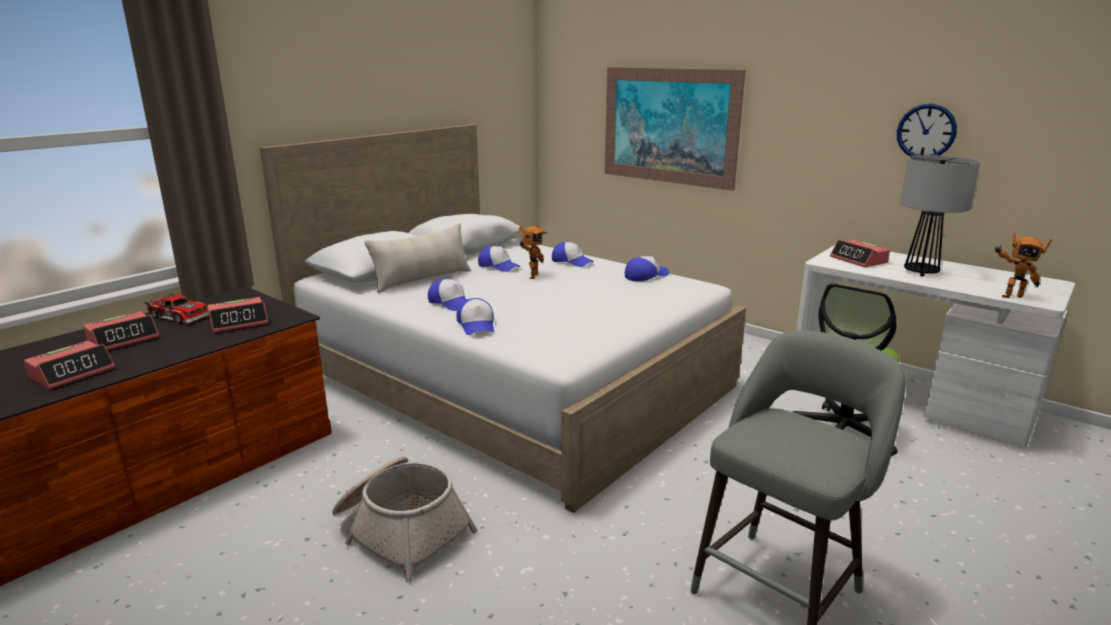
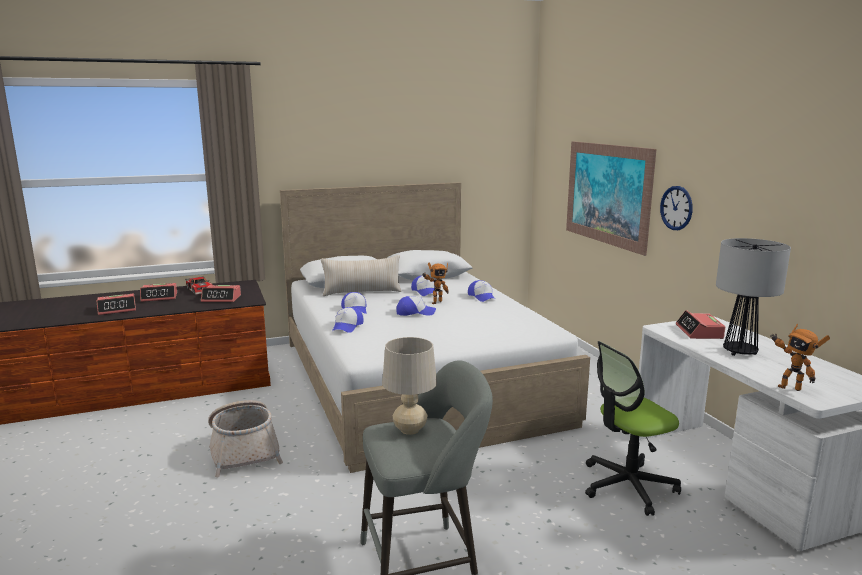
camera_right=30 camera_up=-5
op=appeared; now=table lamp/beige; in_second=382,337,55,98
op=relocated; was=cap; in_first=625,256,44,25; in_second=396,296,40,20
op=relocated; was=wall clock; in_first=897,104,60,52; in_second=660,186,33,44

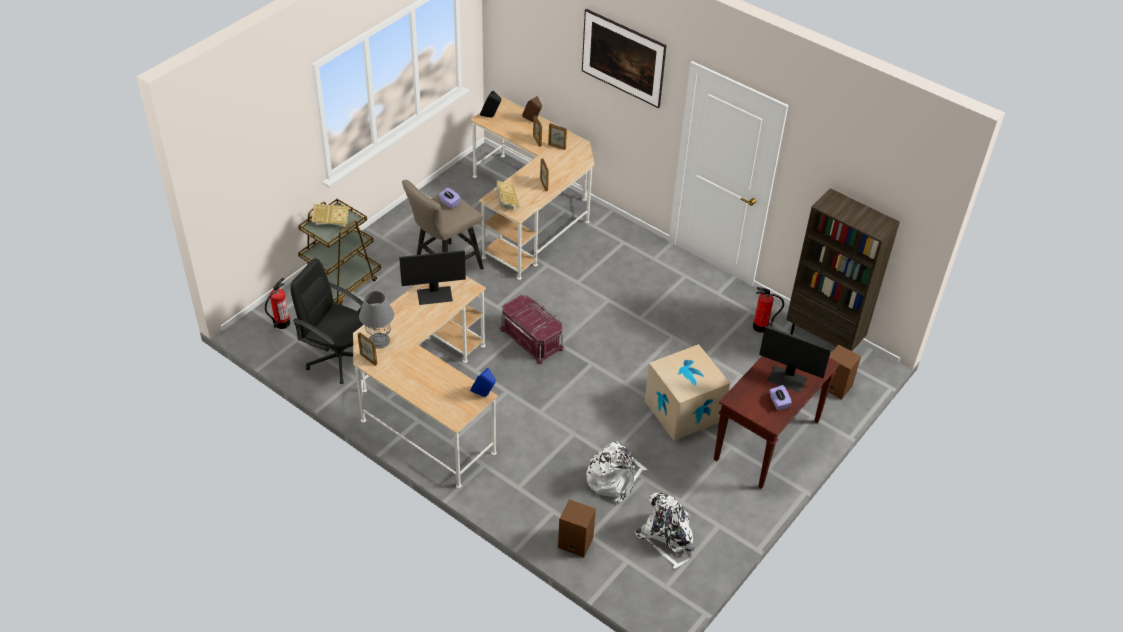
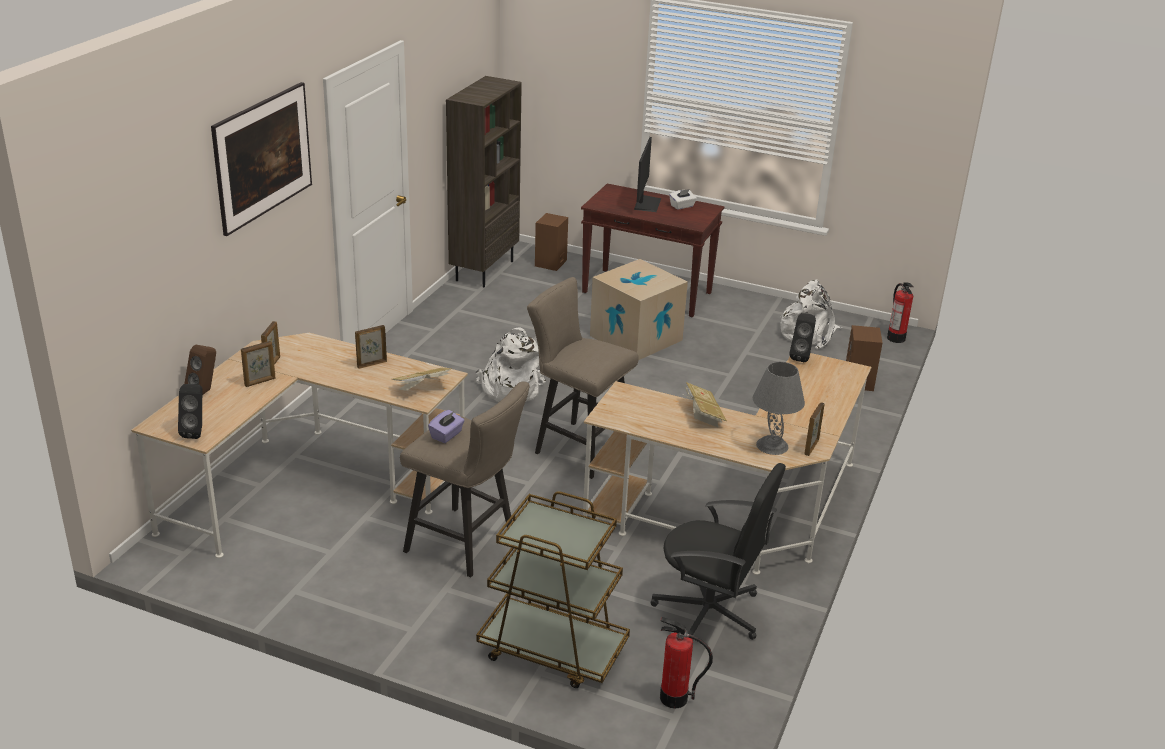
camera_right=-105 camera_up=-15
op=missing; was=monitor; in_first=399,250,67,55
op=relocated; was=book; in_first=311,204,38,23; in_second=684,382,43,45
op=relocated; was=backpack/white; in_first=586,441,62,62; in_second=476,328,70,74
op=relocated; was=fire extinguisher; in_first=753,287,31,46; in_second=887,282,27,61
op=exchanged; was=storage box/red; now=stool/beige; in_first=499,295,66,70; in_second=527,277,112,202
op=colour; was=speaker/blue; now=speaker/black; in_first=470,368,26,29; in_second=789,313,27,49
op=colour; was=tissue box/purple; now=tissue box/white; in_first=769,385,23,25; in_second=669,189,28,21
op=spun; was=office chair/black; in_first=290,258,73,126; in_second=651,463,135,177; clockwise=-75

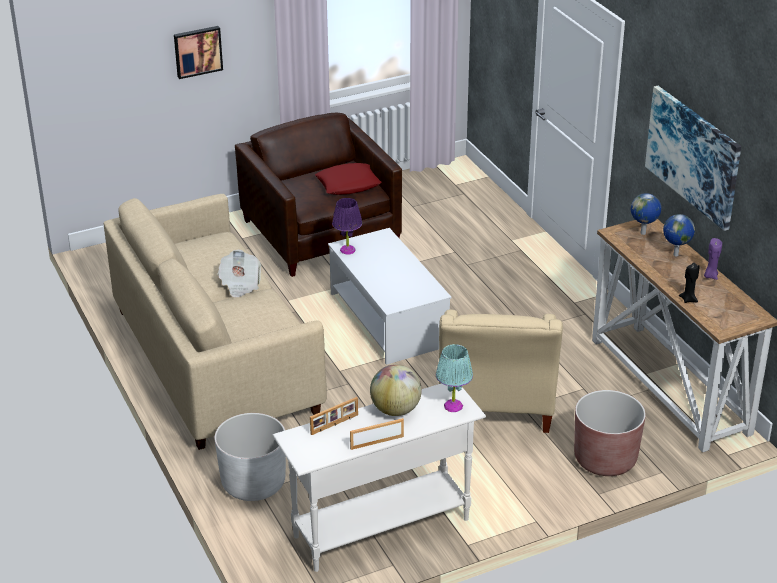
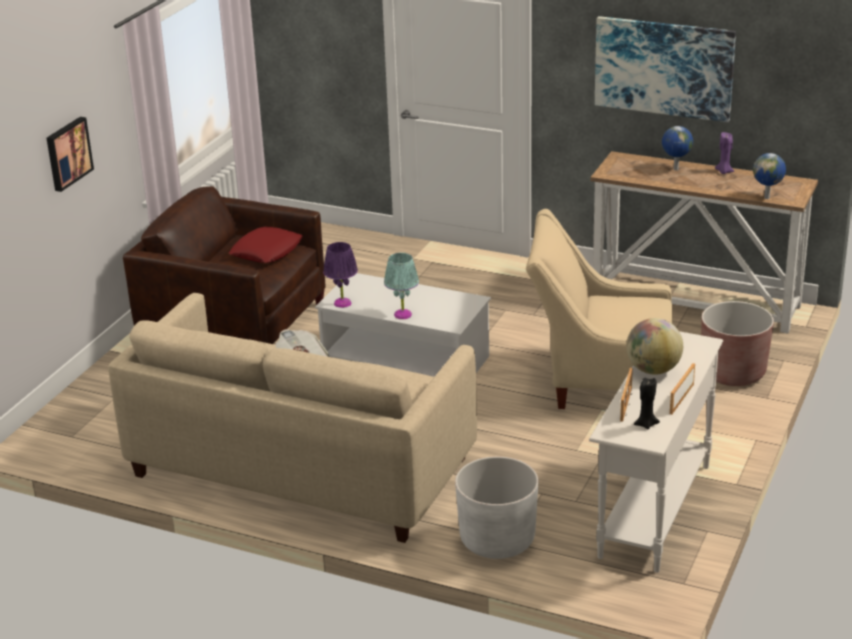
camera_right=-40 camera_up=-5
op=relocated; was=table lamp/turquoise; in_first=436,344,37,68; in_second=384,253,35,66
op=relocated; was=globe; in_first=631,193,30,42; in_second=753,153,33,46
op=relocated; was=candle/black; in_first=679,263,20,40; in_second=634,378,26,51
op=spun; was=armchair/beige; in_first=439,309,124,124; in_second=526,209,147,200; clockwise=135

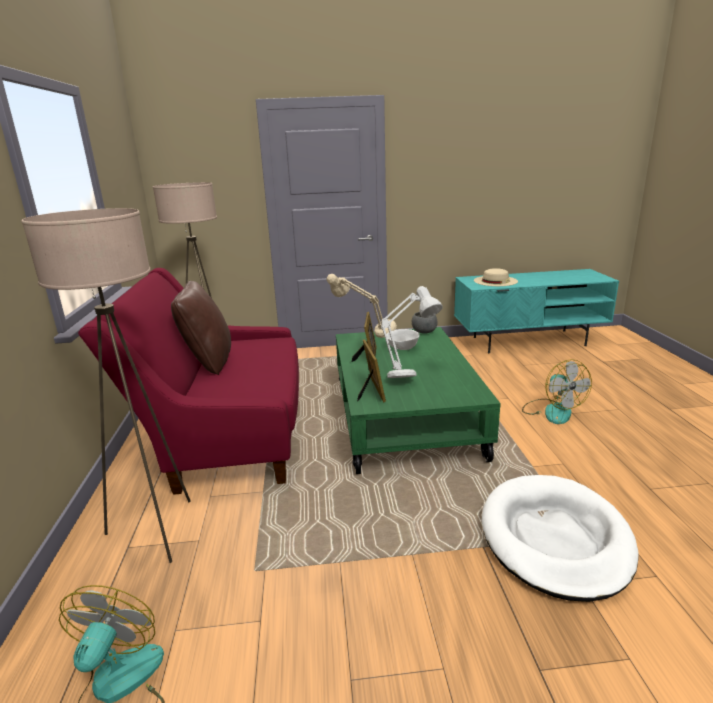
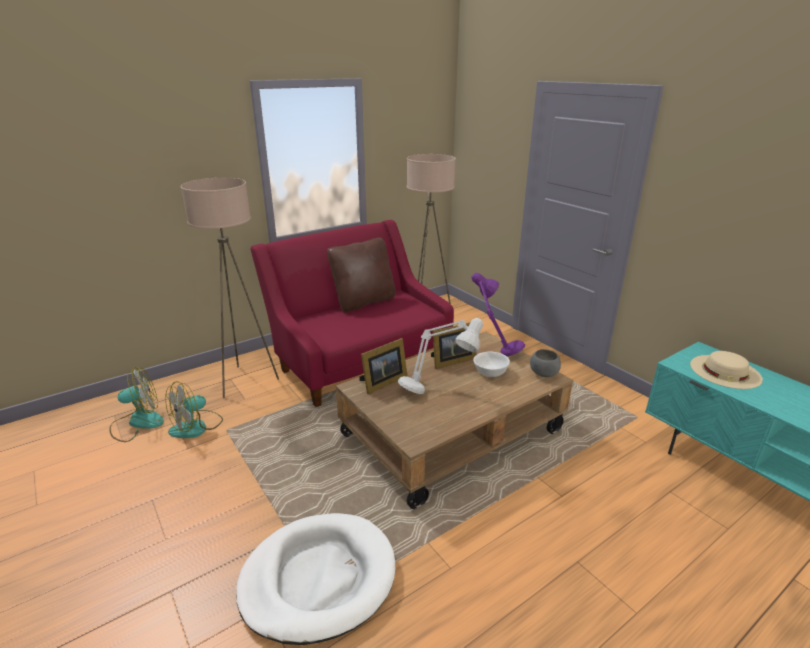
camera_right=60 camera_up=5
op=relocated; was=fan; in_first=522,359,70,65; in_second=165,381,58,57
op=colour; was=table lamp/beige; now=table lamp/purple; in_first=327,274,70,64; in_second=472,273,53,83
op=colour; was=coffee table/green; now=coffee table/brown; in_first=336,327,165,147; in_second=336,332,237,177

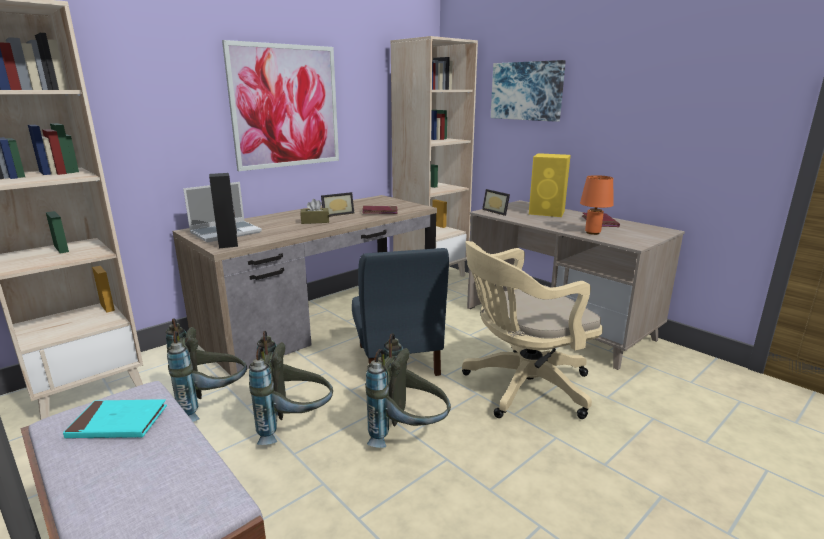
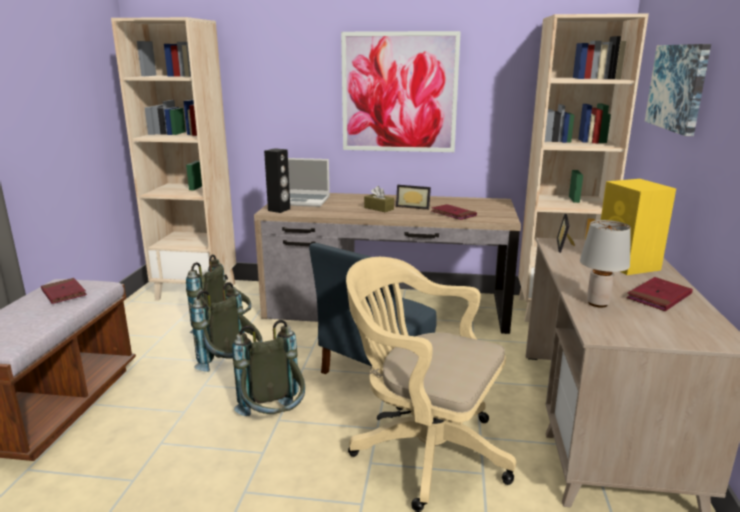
camera_right=50 camera_up=0
op=colour; was=book/turquoise; now=book/red; in_first=63,399,104,40; in_second=41,278,46,26
op=colour; was=table lamp/orange; now=table lamp/grey; in_first=580,175,33,60; in_second=580,220,51,88

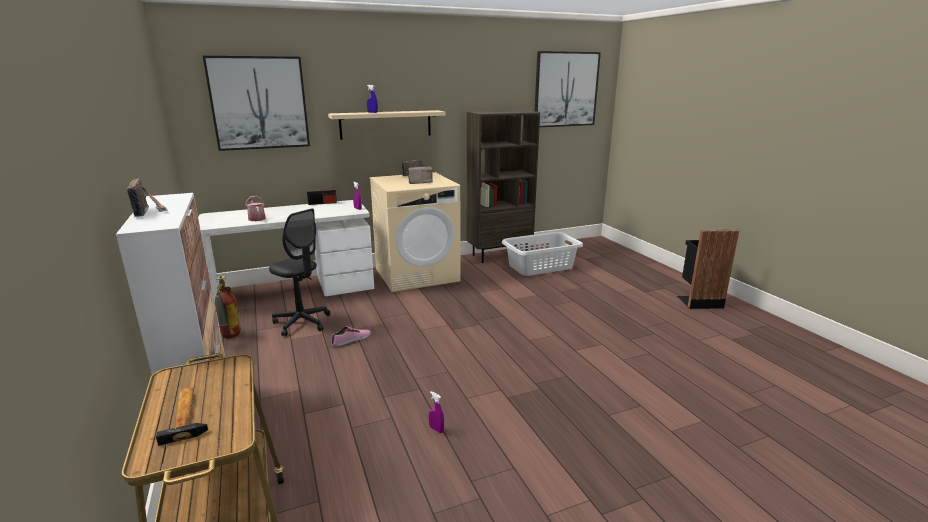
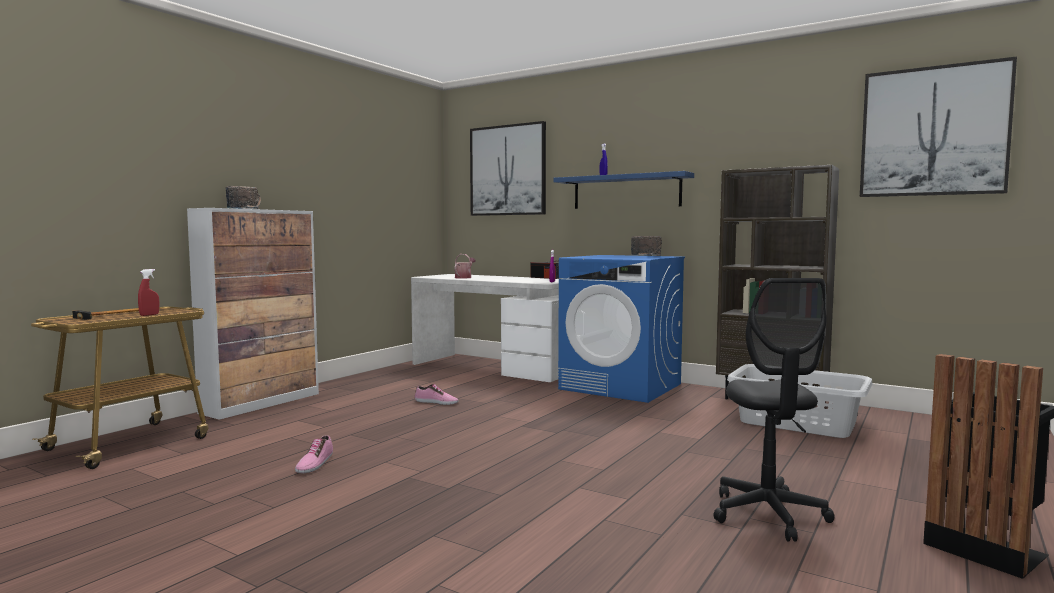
camera_right=55 camera_up=-15
op=missing; was=fire extinguisher; in_first=215,276,26,62
op=missing; was=radio; in_first=408,167,25,17
op=appeared; now=spray bottle/red; in_second=138,269,21,47
op=relocated; was=office chair/black; in_first=269,208,61,128; in_second=714,278,121,264
op=exchanged; was=spray bottle/purple; now=shoe; in_first=429,391,15,42; in_second=295,435,38,38
op=colour; was=shelf/beige; now=shelf/blue; in_first=328,110,118,30; in_second=553,171,141,38
op=colour; was=washing machine/beige; now=washing machine/blue; in_first=370,172,91,120; in_second=558,255,127,148

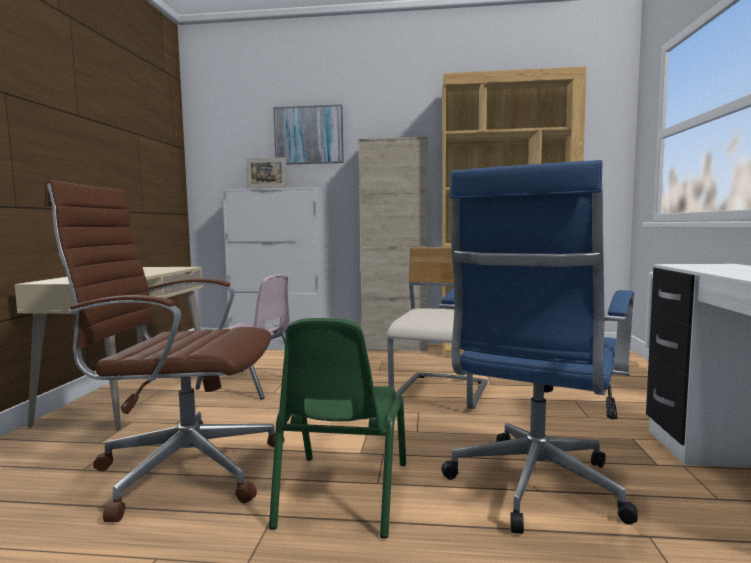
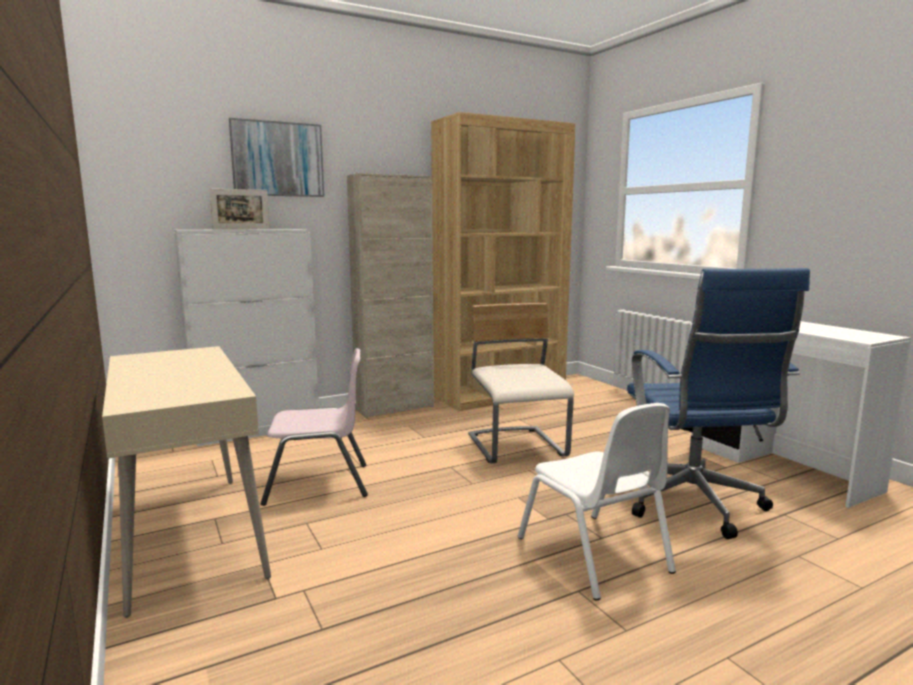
camera_right=-35 camera_up=5
op=missing; was=office chair/brown; in_first=44,180,240,342
op=colour; was=chair/green; now=chair/white; in_first=269,318,137,221; in_second=518,403,158,197

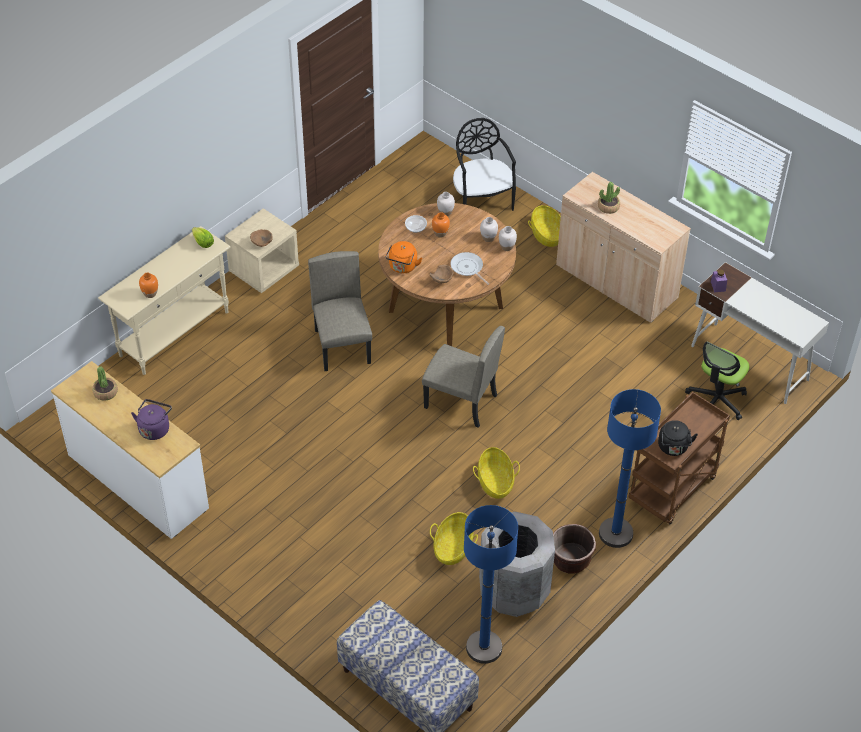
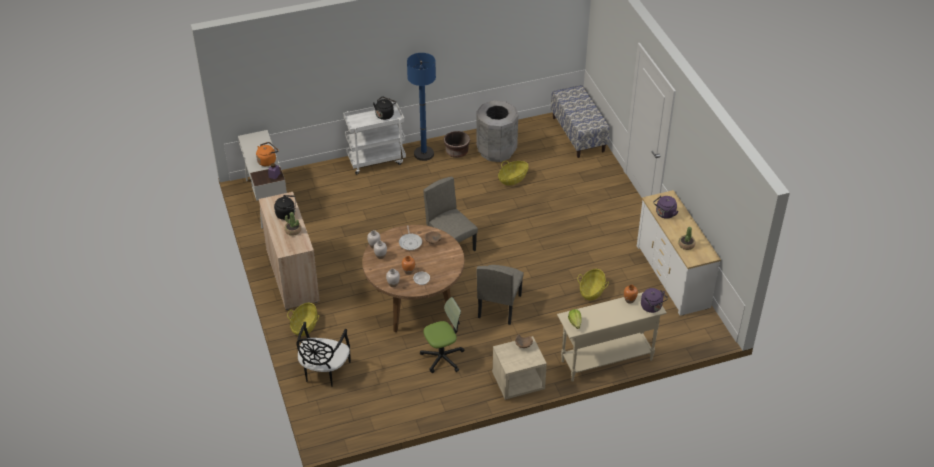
camera_right=-150 camera_up=-5
op=missing; was=floor lamp/blue; in_first=464,505,54,159
op=appeared; now=kettle/black; in_second=274,195,22,25
op=appeared; now=kettle/purple; in_second=641,288,27,25
op=relocated; was=kettle/orange; in_first=385,241,37,32; in_second=256,142,23,24
op=relocated; was=basket; in_first=473,447,47,52; in_second=577,269,32,31
op=relocated; was=office chair; in_first=685,341,64,79; in_second=420,297,44,76
op=colour; was=cart/brown; now=cart/white; in_first=628,392,102,132; in_second=343,102,63,73

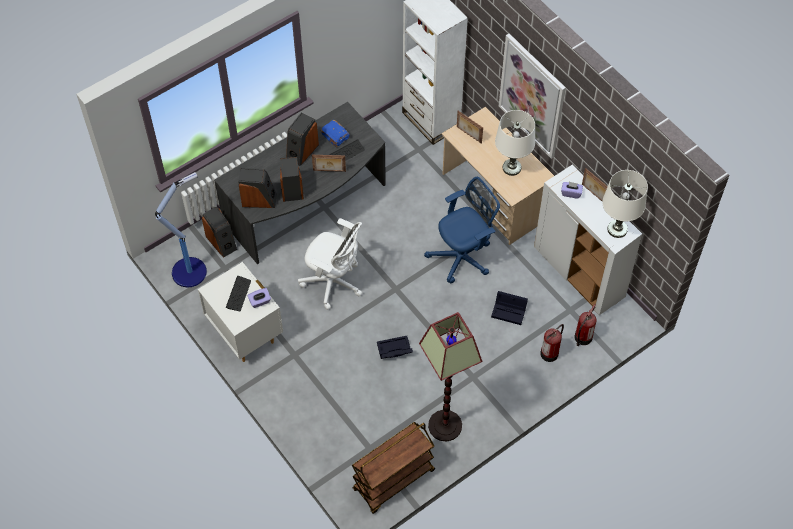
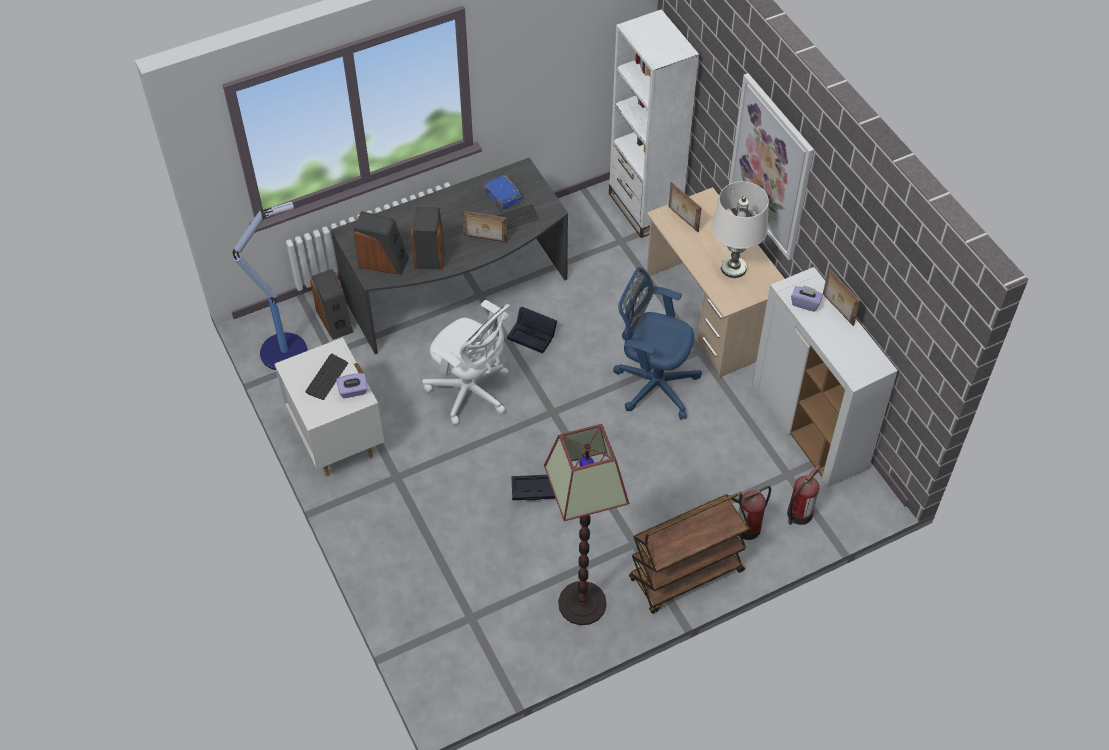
camera_right=10 camera_up=-5
op=missing; was=speaker; in_first=286,113,33,53
op=missing; was=table lamp/white; in_first=602,170,46,68
op=relocated; was=cart/brown; in_first=352,422,83,92; in_second=629,492,121,122
op=relocated; was=storage box/black; in_first=491,291,37,34; in_second=507,307,50,47
op=spun; was=office chair/blue; in_first=424,177,76,106; in_second=613,267,89,153; clockwise=-135

